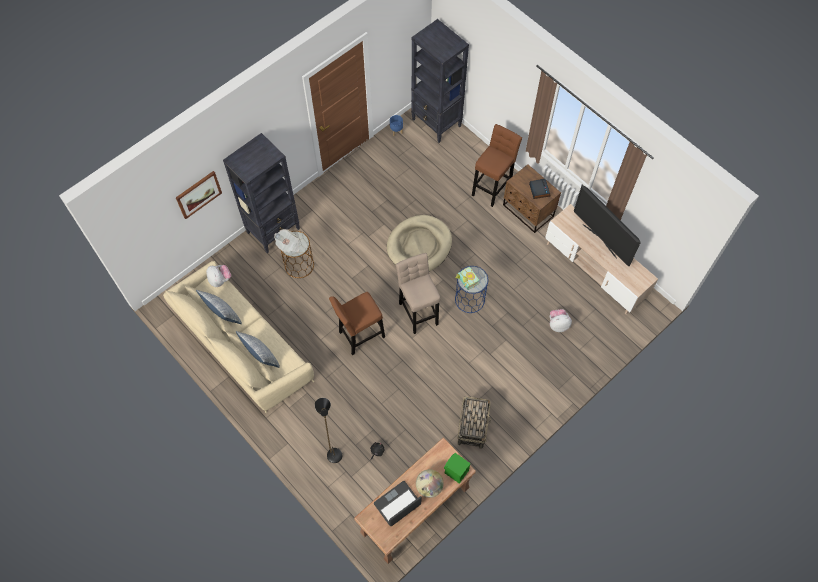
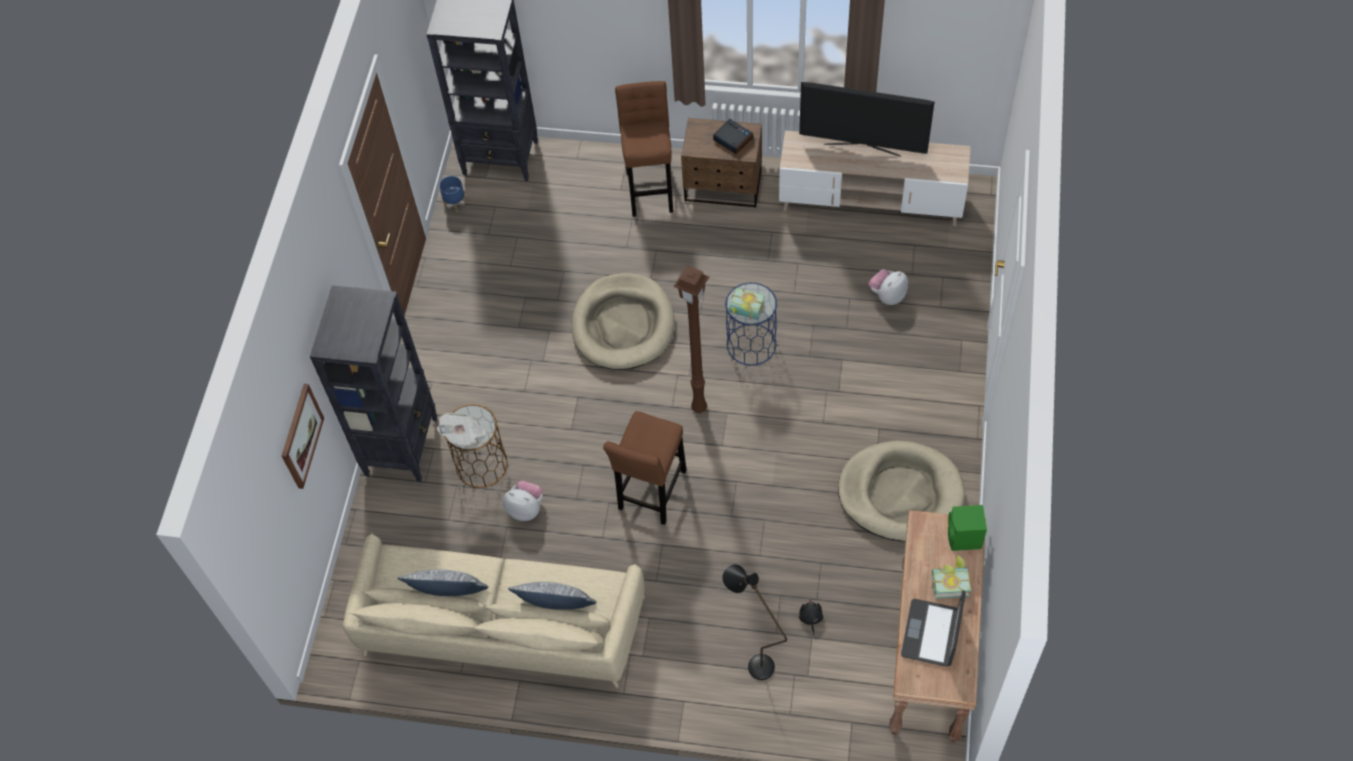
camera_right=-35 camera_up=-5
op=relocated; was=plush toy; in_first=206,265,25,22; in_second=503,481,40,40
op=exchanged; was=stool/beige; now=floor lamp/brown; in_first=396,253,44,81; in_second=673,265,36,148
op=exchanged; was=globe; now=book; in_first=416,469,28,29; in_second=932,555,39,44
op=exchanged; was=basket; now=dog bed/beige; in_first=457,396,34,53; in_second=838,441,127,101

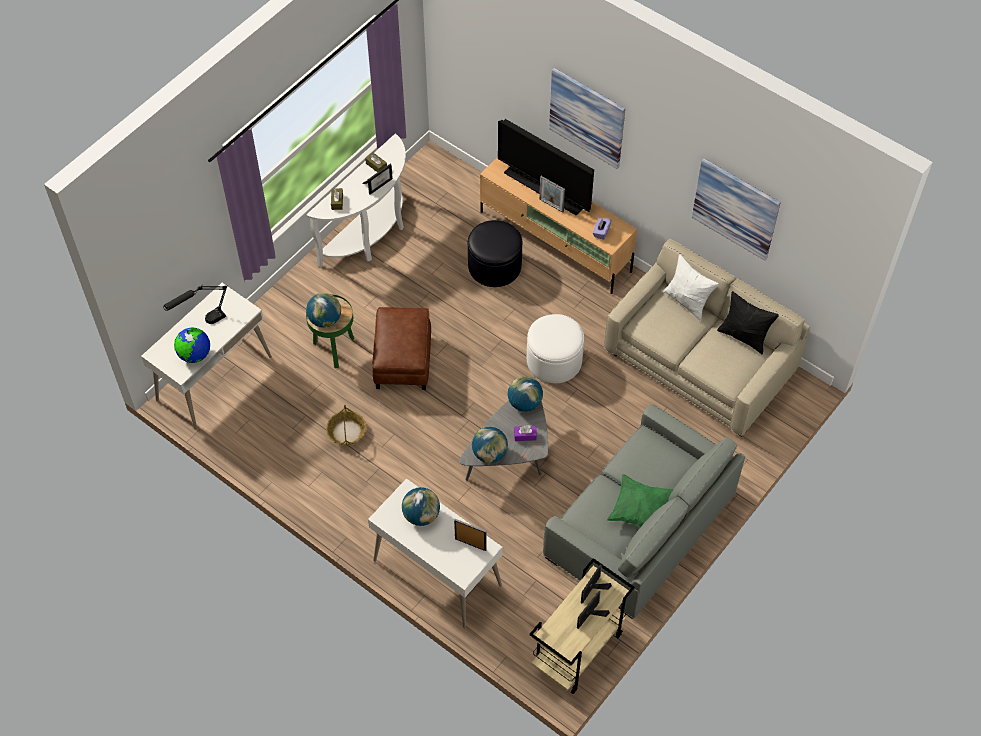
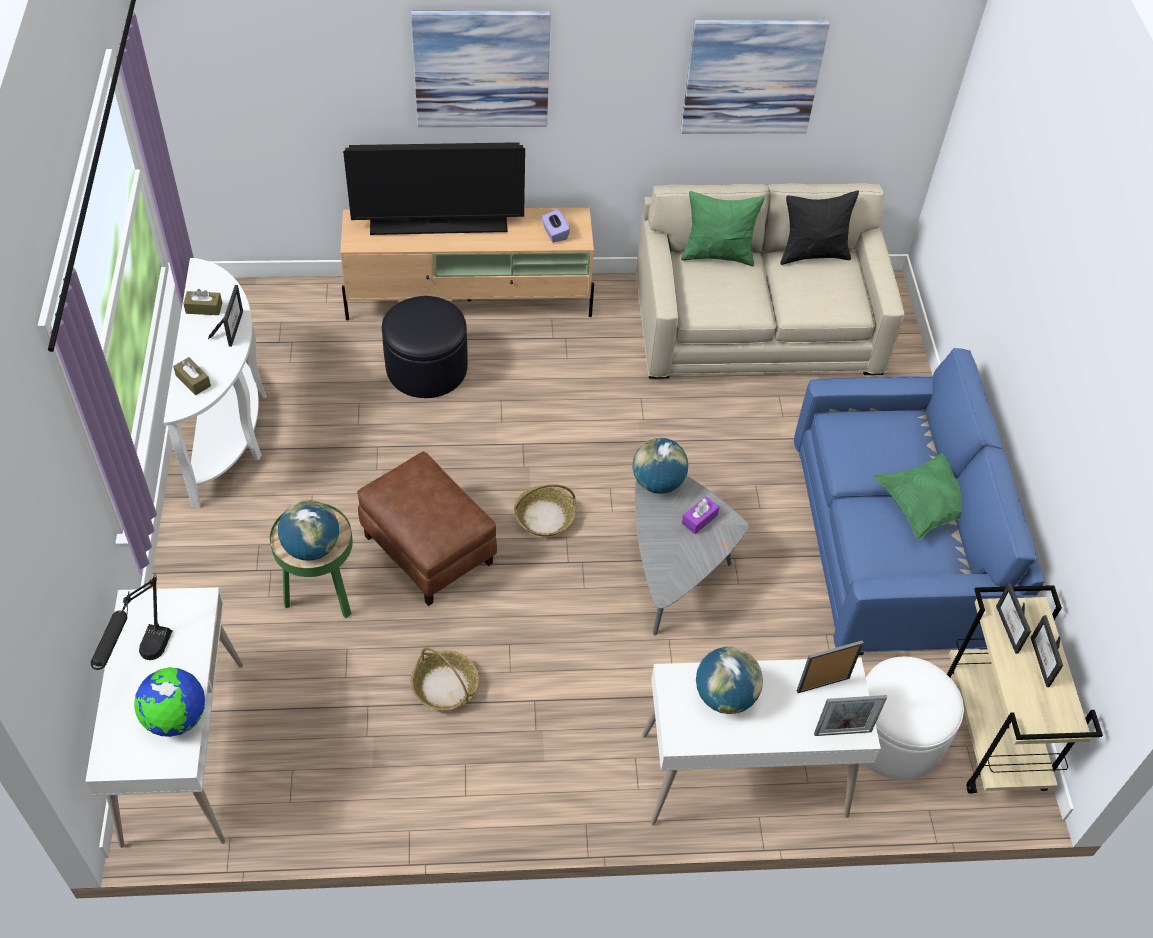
camera_right=-45 camera_up=-5
op=missing; was=globe; in_first=472,427,36,36
op=appeared; now=basket; in_second=514,484,62,53
op=relocated; was=ottoman/white; in_first=527,314,57,69; in_second=863,657,101,123
op=relocated; was=picture frame; in_first=539,176,26,37; in_second=814,695,73,41
op=colour; was=sofa/grey; now=sofa/blue; in_first=543,404,202,215; in_second=794,348,251,307
op=colour; was=pillow/white; now=pillow/green; in_first=663,254,56,68; in_second=681,191,84,75

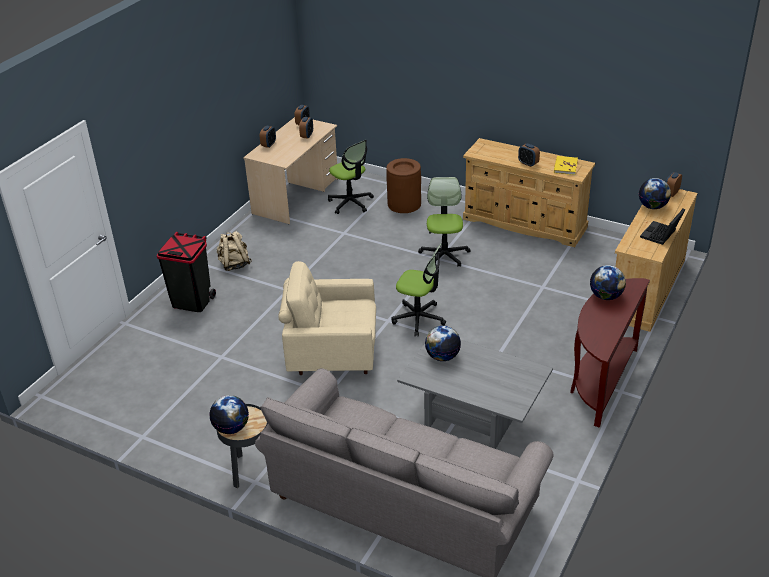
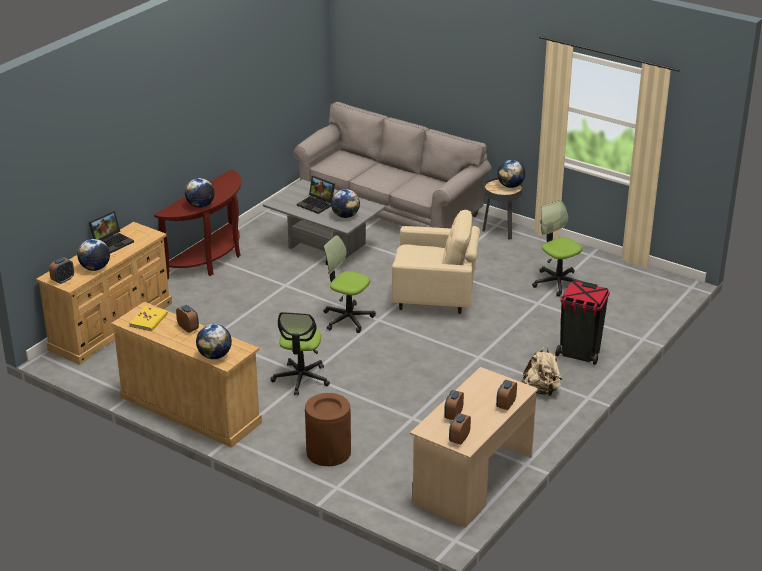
camera_right=-175 camera_up=-5
op=appeared; now=globe; in_second=196,324,36,35
op=appeared; now=laptop; in_second=297,176,38,38
op=relocated; was=office chair; in_first=328,140,46,74; in_second=532,200,52,97

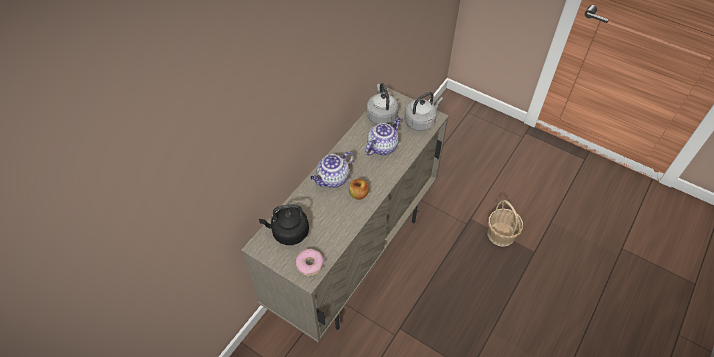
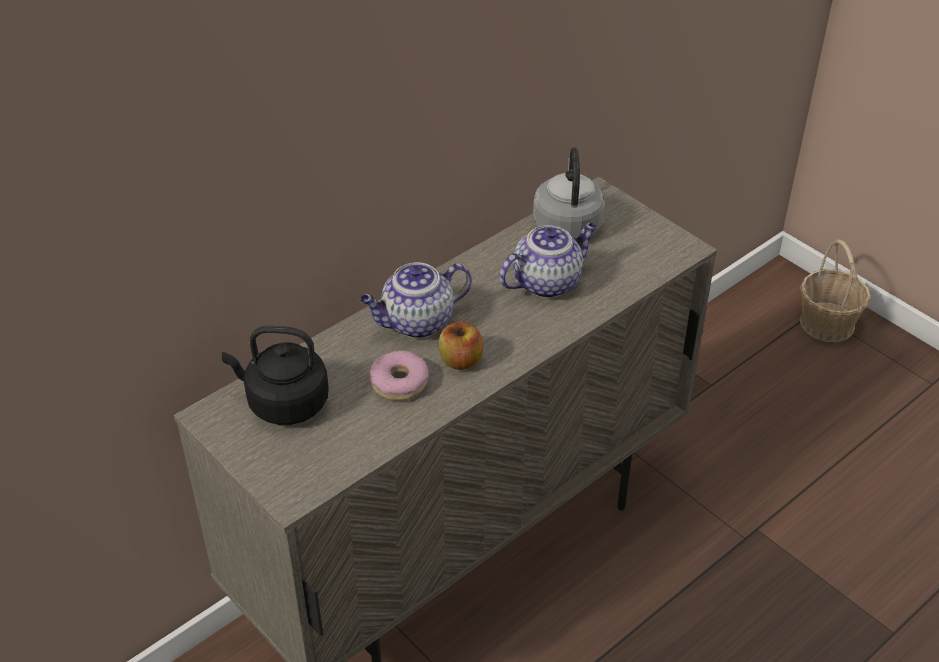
camera_right=15 camera_up=-10
op=missing; was=kettle/grey; in_first=404,92,39,39
op=relocated; was=donut; in_first=296,249,28,27; in_second=370,350,59,50
op=relocated; was=basket; in_first=488,200,35,47; in_second=800,239,71,103

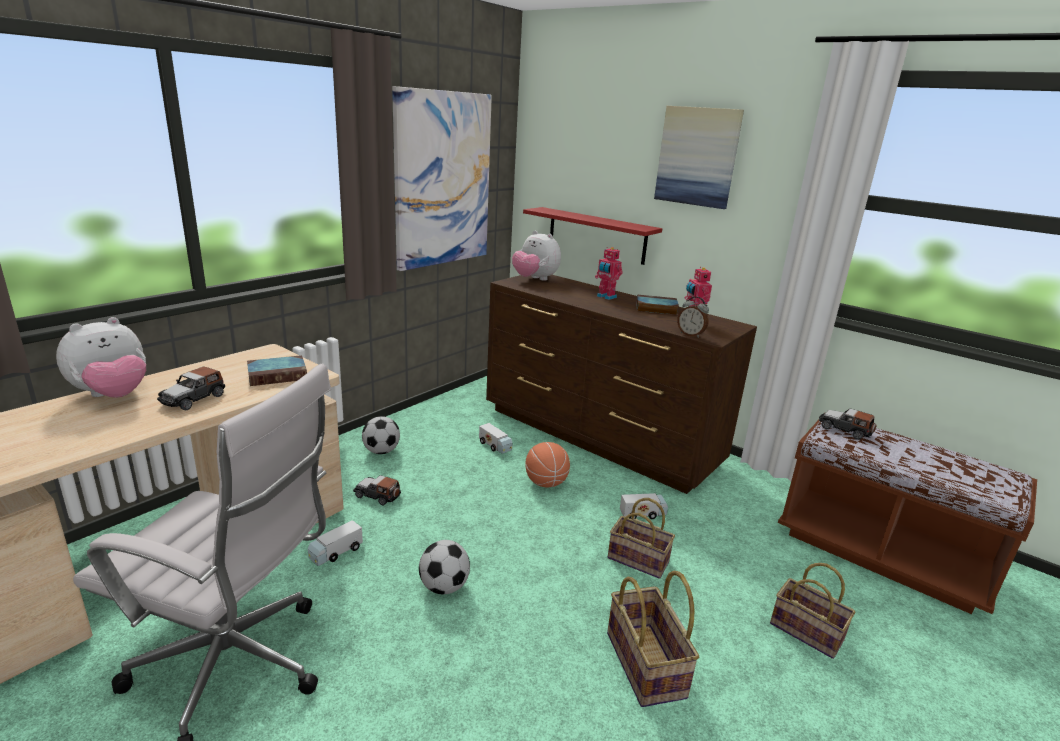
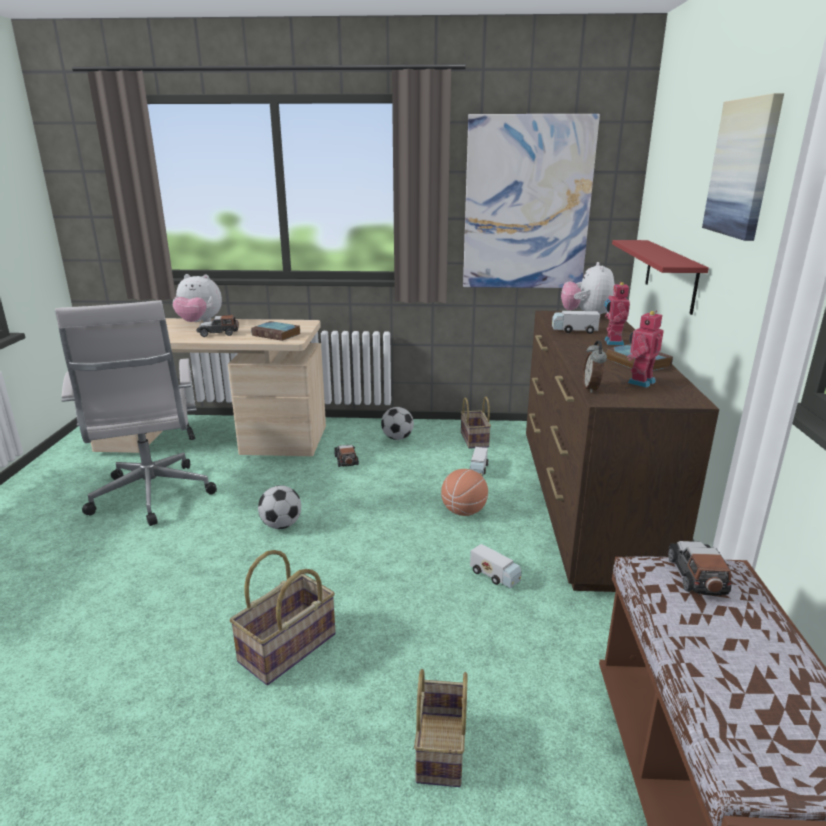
camera_right=55 camera_up=0
op=relocated; was=toy truck; in_first=308,520,55,46; in_second=552,311,48,23
op=relocated; was=basket; in_first=608,498,67,81; in_second=461,397,30,52

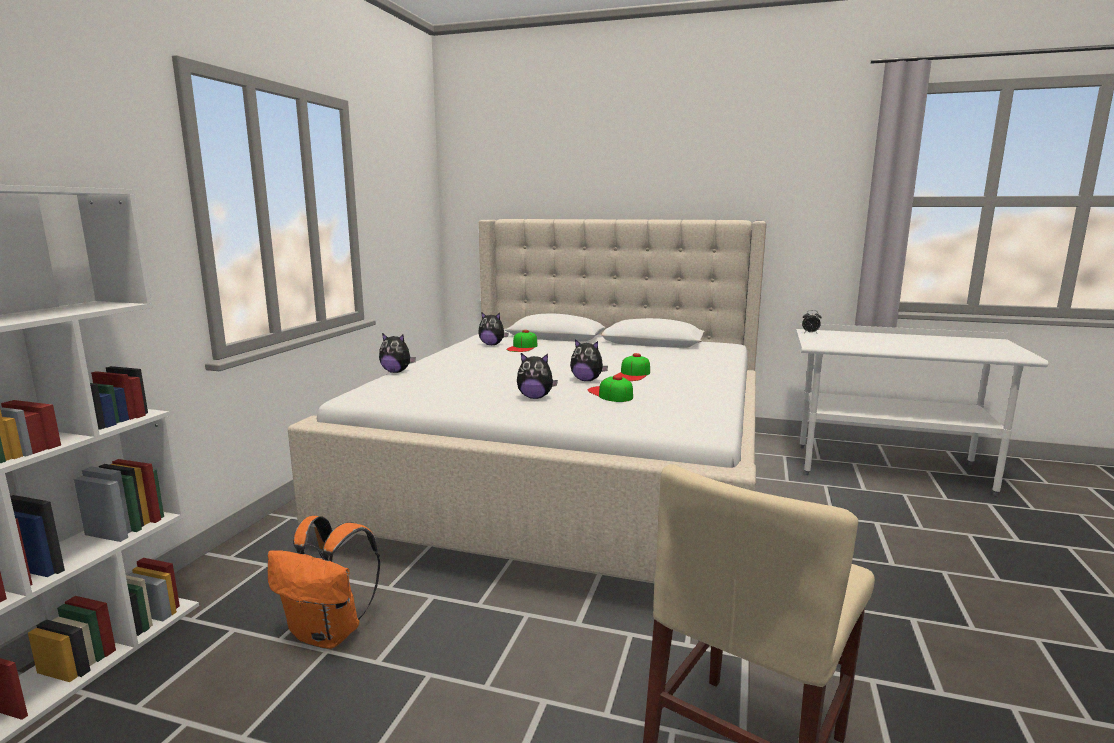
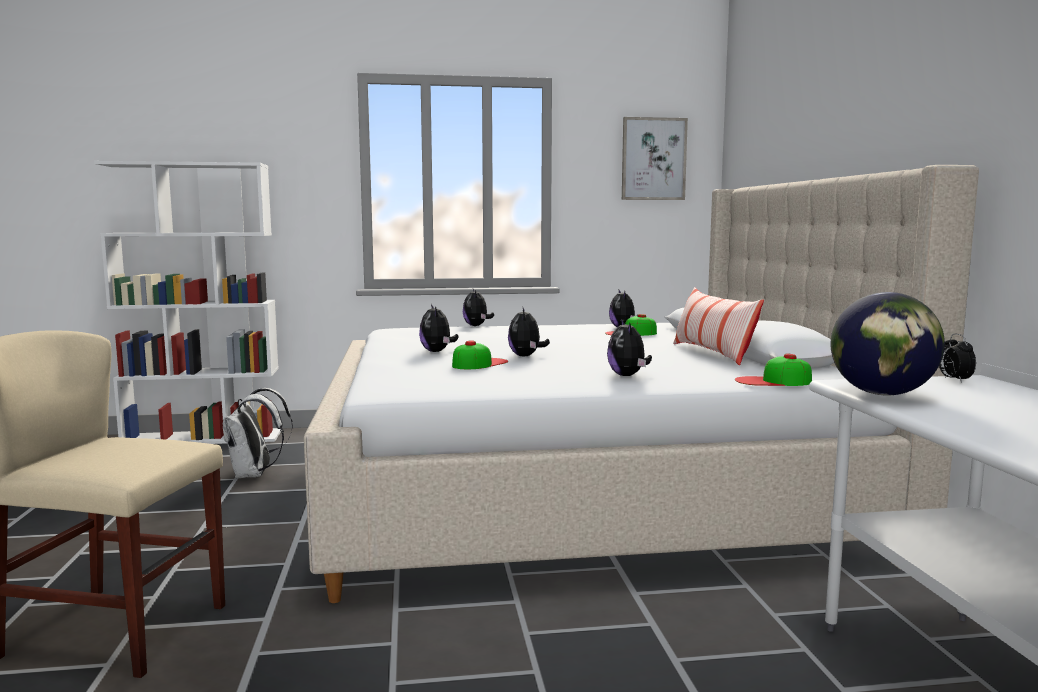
camera_right=65 camera_up=-5
op=appeared; now=plush toy; in_second=607,319,45,57
op=appeared; now=picture; in_second=622,117,66,83
op=appeared; now=pillow; in_second=673,287,91,78
op=appeared; now=globe; in_second=831,292,114,104
op=relocated; was=cap; in_first=616,353,34,28; in_second=735,354,77,32
op=colour; was=backpack/orange; now=backpack/white; in_first=268,516,112,133; in_second=223,388,70,90

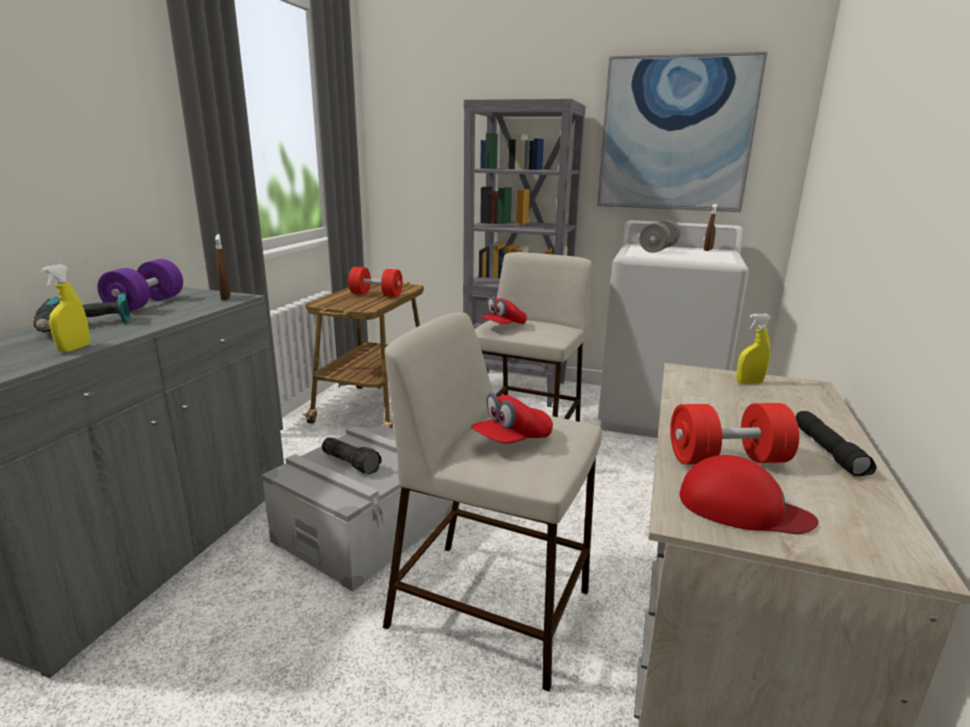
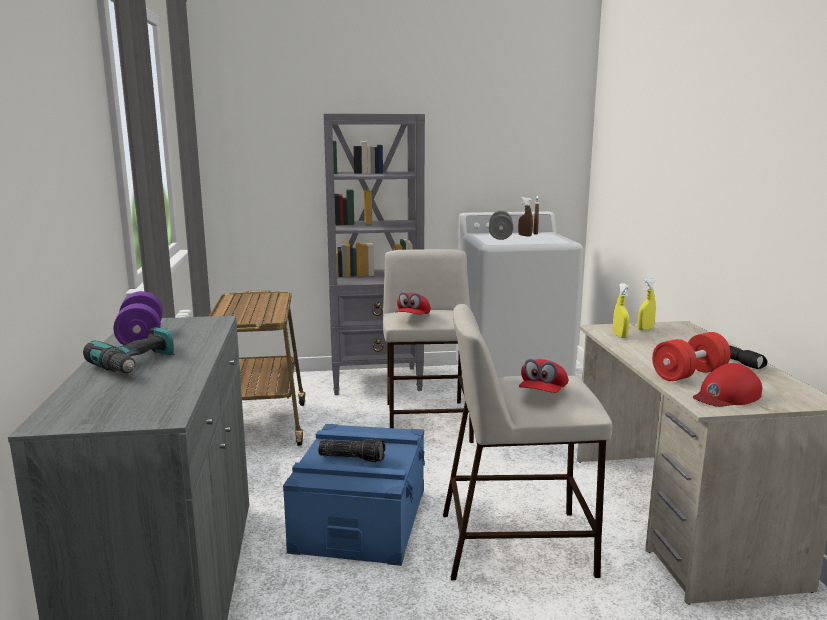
camera_right=-25 camera_up=-5
op=missing; was=dumbbell/red; in_first=348,267,55,30
op=missing; was=picture; in_first=597,52,170,160
op=relocated; was=spray bottle/yellow; in_first=41,264,49,89; in_second=613,283,17,55
op=relocated; was=spray bottle/brown; in_first=215,234,16,66; in_second=518,197,15,40
op=colour; was=storage box/grey; now=storage box/blue; in_first=261,421,192,171; in_second=283,424,142,142
op=spun; was=cap/red; in_first=679,455,139,79; in_second=693,363,69,44; clockwise=150

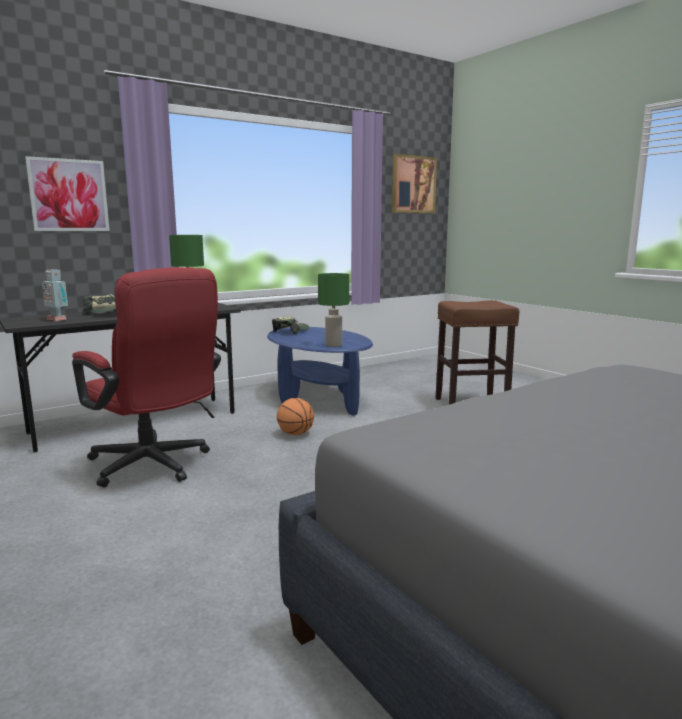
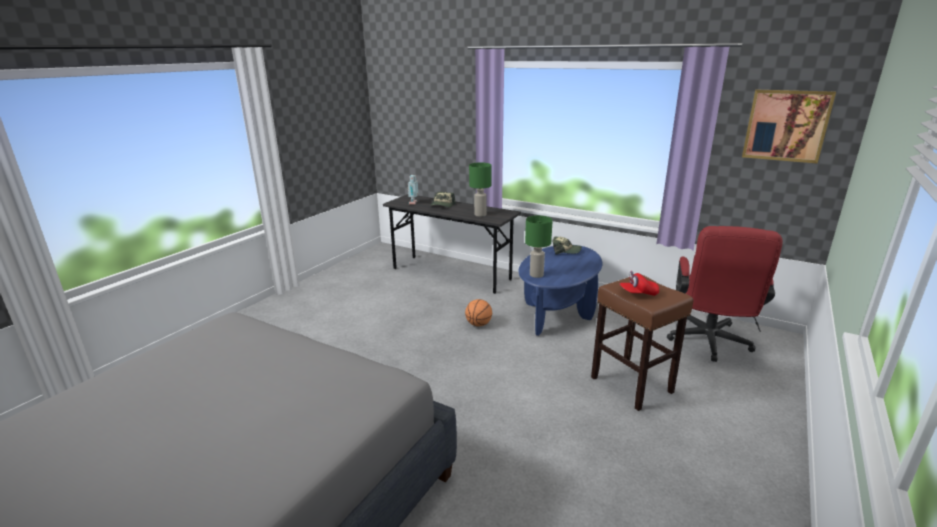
camera_right=65 camera_up=10
op=missing; was=picture; in_first=25,156,85,75
op=appeared; now=cap/red; in_second=620,271,39,25
op=relocated; was=office chair/red; in_first=72,267,149,220; in_second=667,226,116,136

